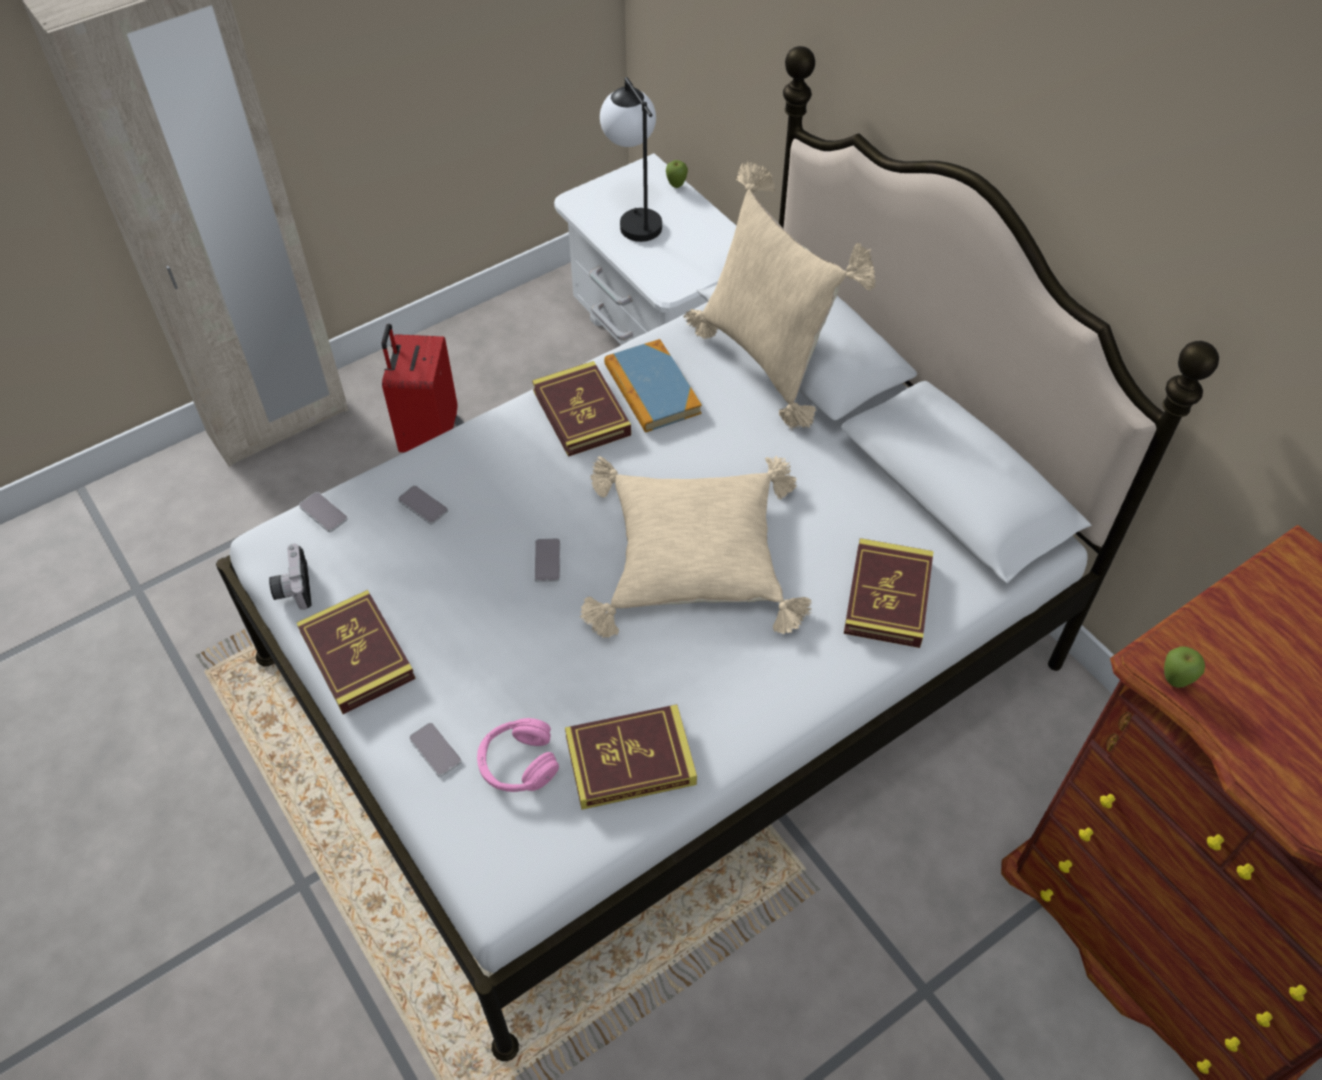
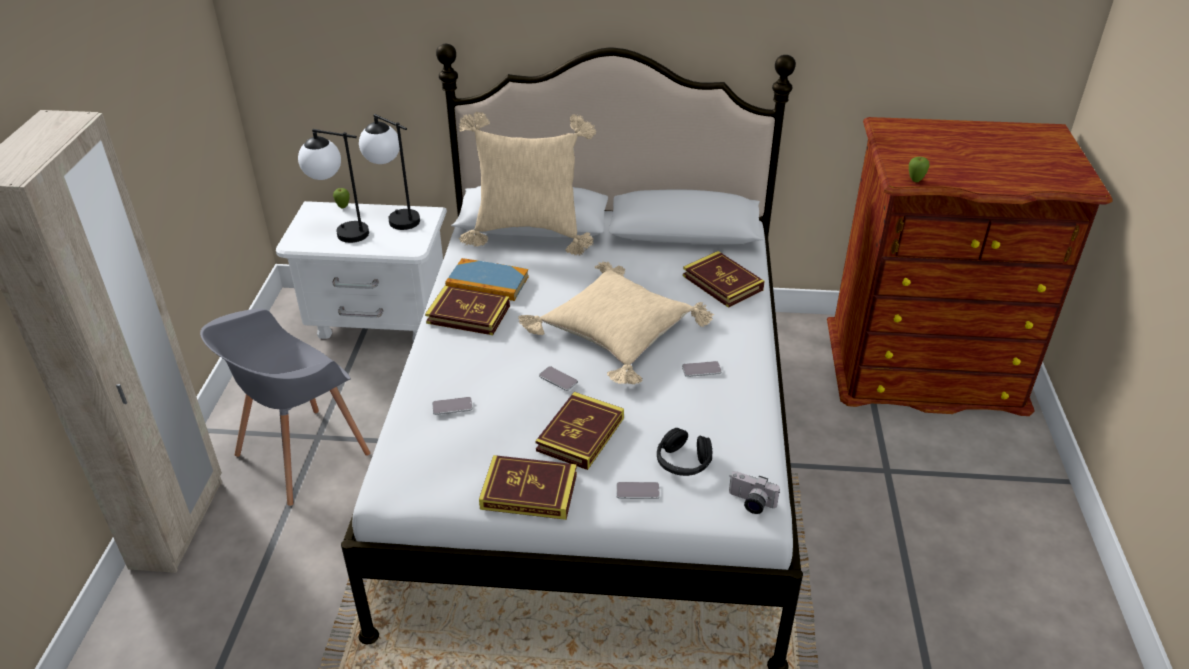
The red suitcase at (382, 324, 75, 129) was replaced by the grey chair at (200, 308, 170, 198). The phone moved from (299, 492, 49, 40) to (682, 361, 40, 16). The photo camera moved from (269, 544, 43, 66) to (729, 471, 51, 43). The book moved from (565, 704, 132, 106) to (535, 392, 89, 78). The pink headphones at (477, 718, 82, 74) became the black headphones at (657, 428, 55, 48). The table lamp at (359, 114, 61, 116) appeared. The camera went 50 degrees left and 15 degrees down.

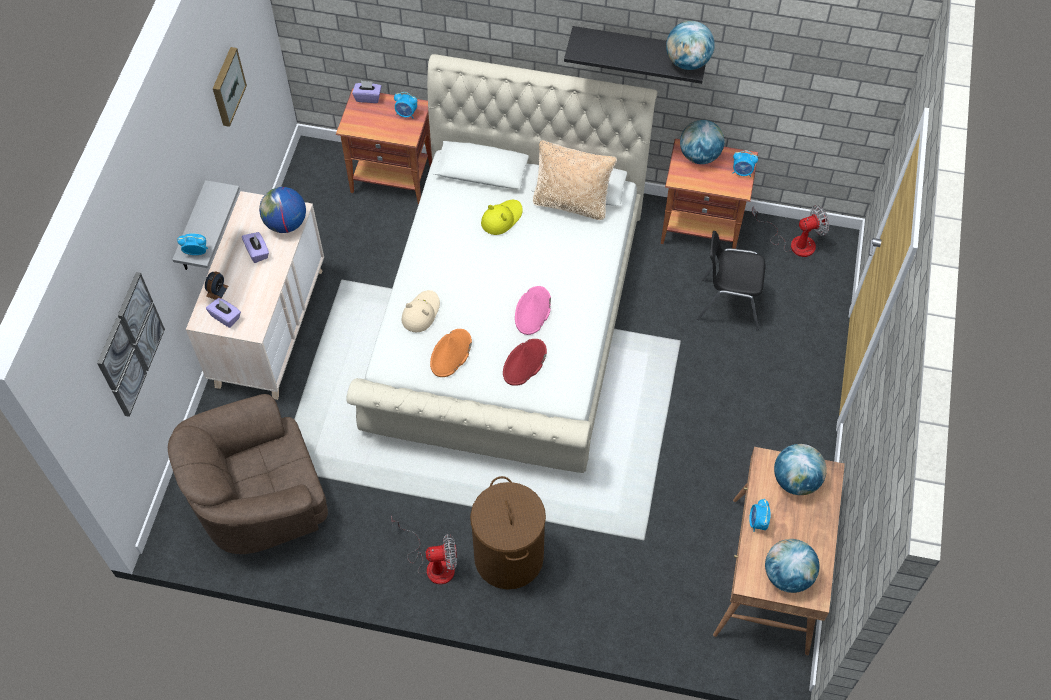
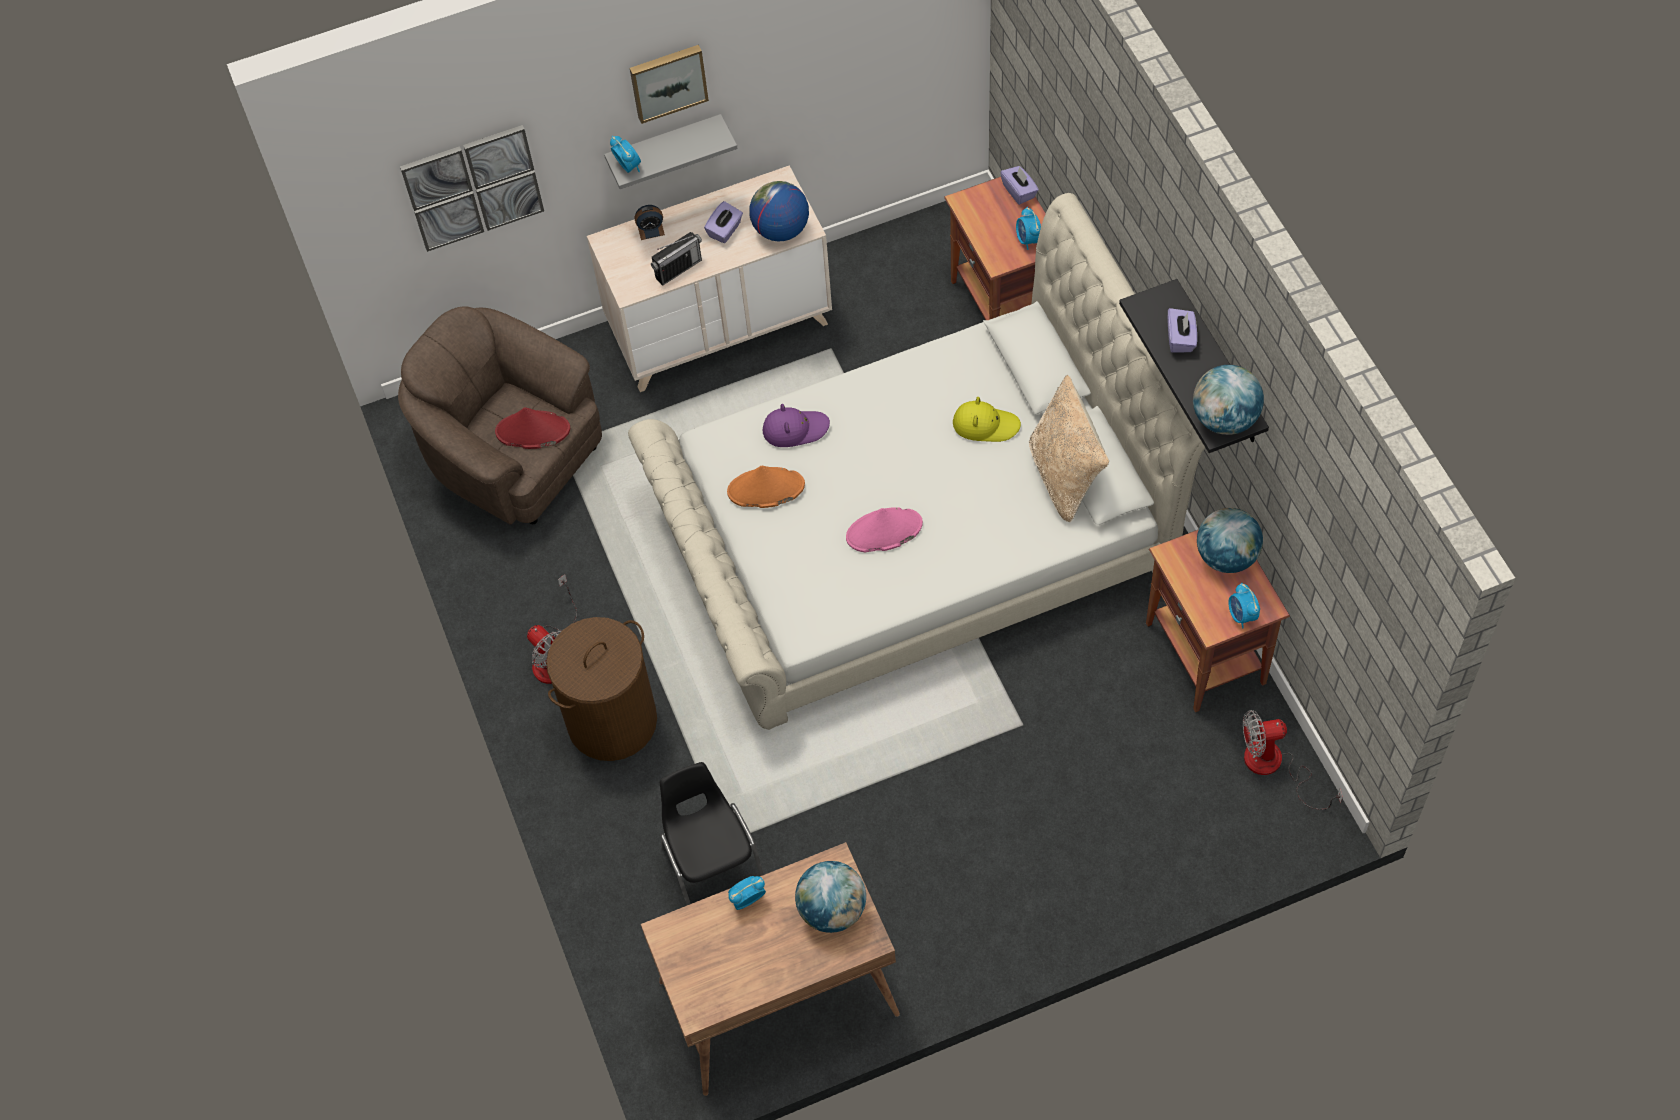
The picture moved from (213, 47, 34, 80) to (630, 45, 79, 79). The fan at (752, 205, 77, 52) turned 135 degrees clockwise. The black chair moved from (697, 231, 68, 99) to (660, 762, 104, 143). The beige hat at (402, 290, 38, 42) became the purple hat at (763, 404, 67, 43). The purple tissue box moved from (206, 298, 35, 30) to (1168, 308, 29, 45). The red hat moved from (503, 339, 44, 47) to (495, 407, 75, 42). The globe at (765, 539, 55, 54) disappeared. The radio at (651, 232, 51, 54) appeared. The camera went 60 degrees right and 0 degrees up.

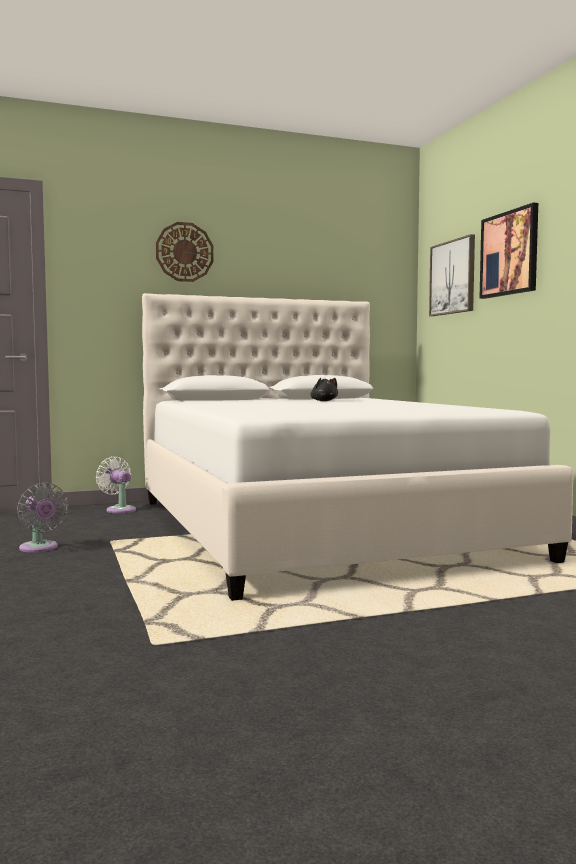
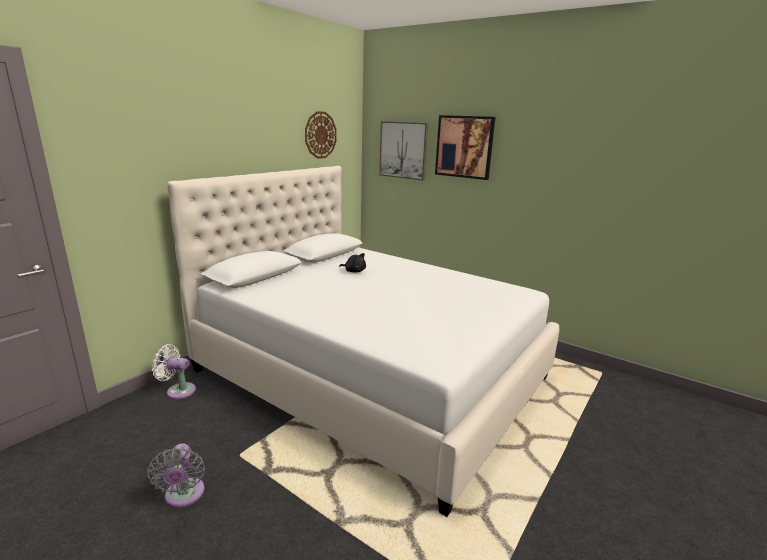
The wall clock moved from (156, 222, 58, 60) to (305, 111, 32, 48). The grey fan at (17, 482, 51, 70) turned 60 degrees clockwise. The camera went 35 degrees left and 15 degrees up.

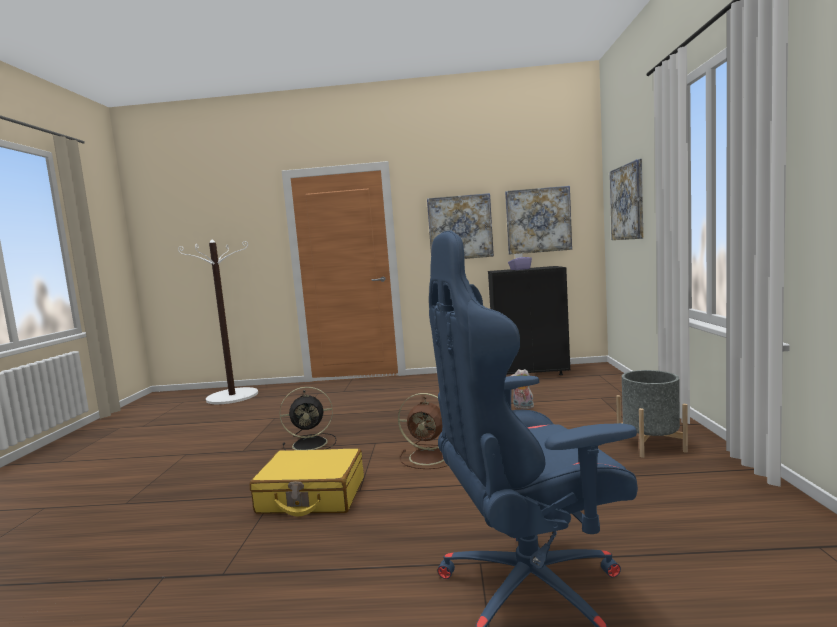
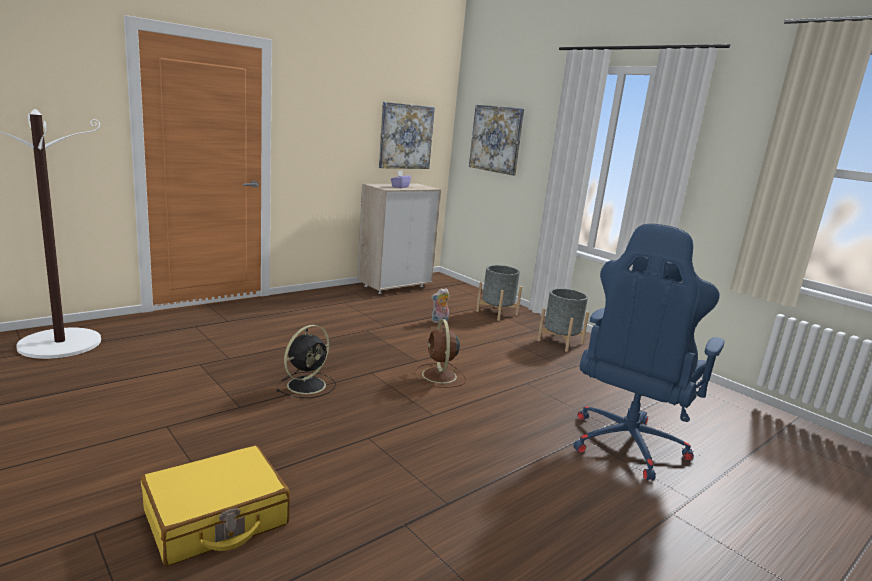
The picture at (427, 193, 67, 66) disappeared. The black cabinet at (488, 266, 82, 109) became the beige cabinet at (357, 183, 84, 111). The brown fan at (398, 393, 50, 76) turned 105 degrees clockwise. The yellow suitcase moved from (250, 448, 114, 68) to (141, 445, 149, 121). The grey planter at (476, 265, 46, 56) appeared. The camera went 45 degrees left and 10 degrees up.

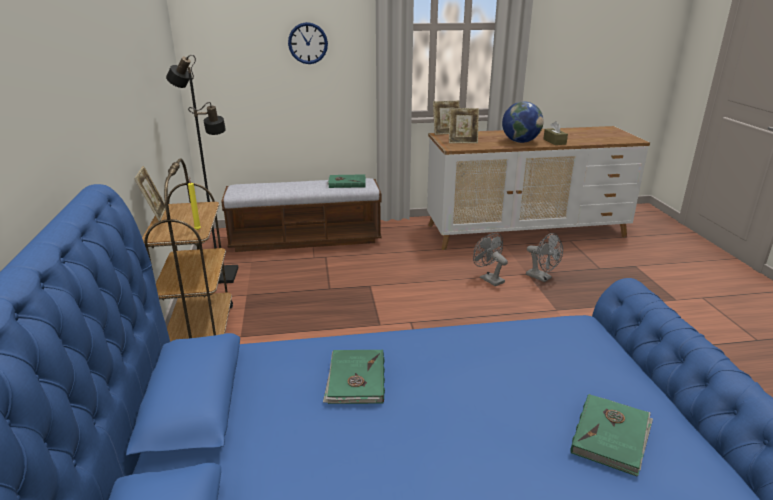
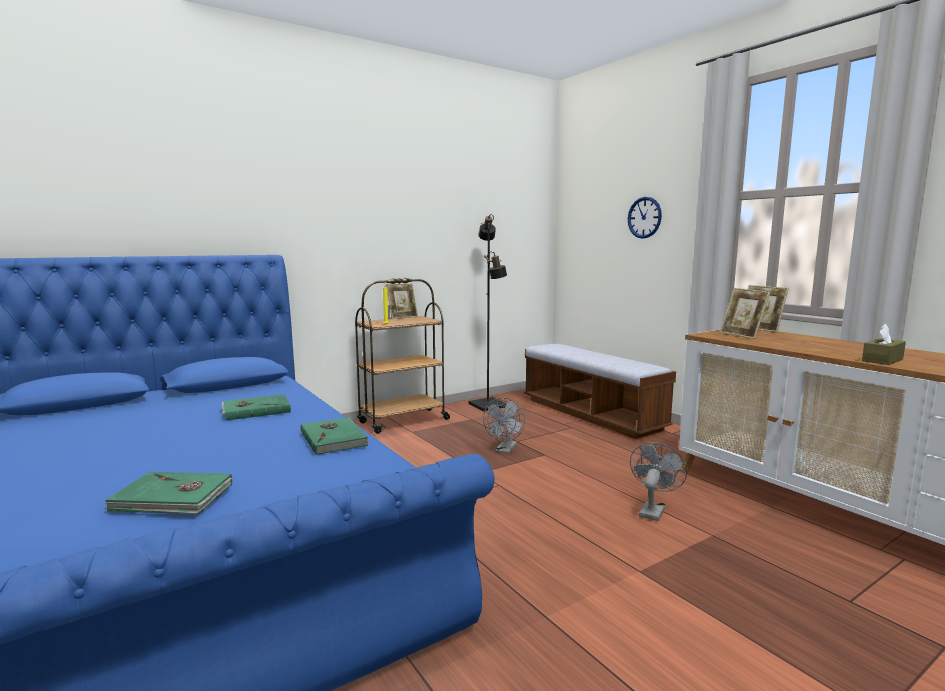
The globe at (502, 101, 42, 42) disappeared. The green book moved from (327, 174, 39, 14) to (301, 417, 68, 38). The grey fan moved from (526, 233, 37, 49) to (483, 398, 42, 56). The camera went 65 degrees right and 15 degrees down.

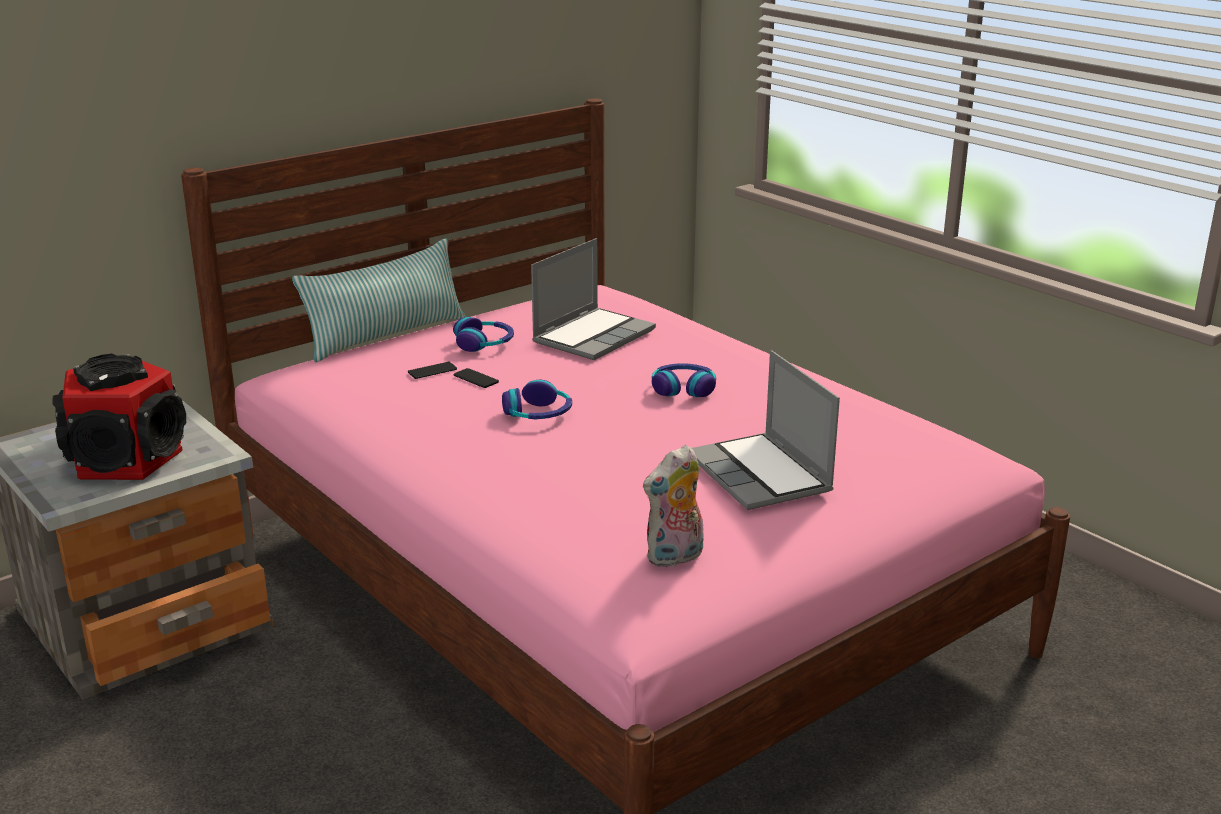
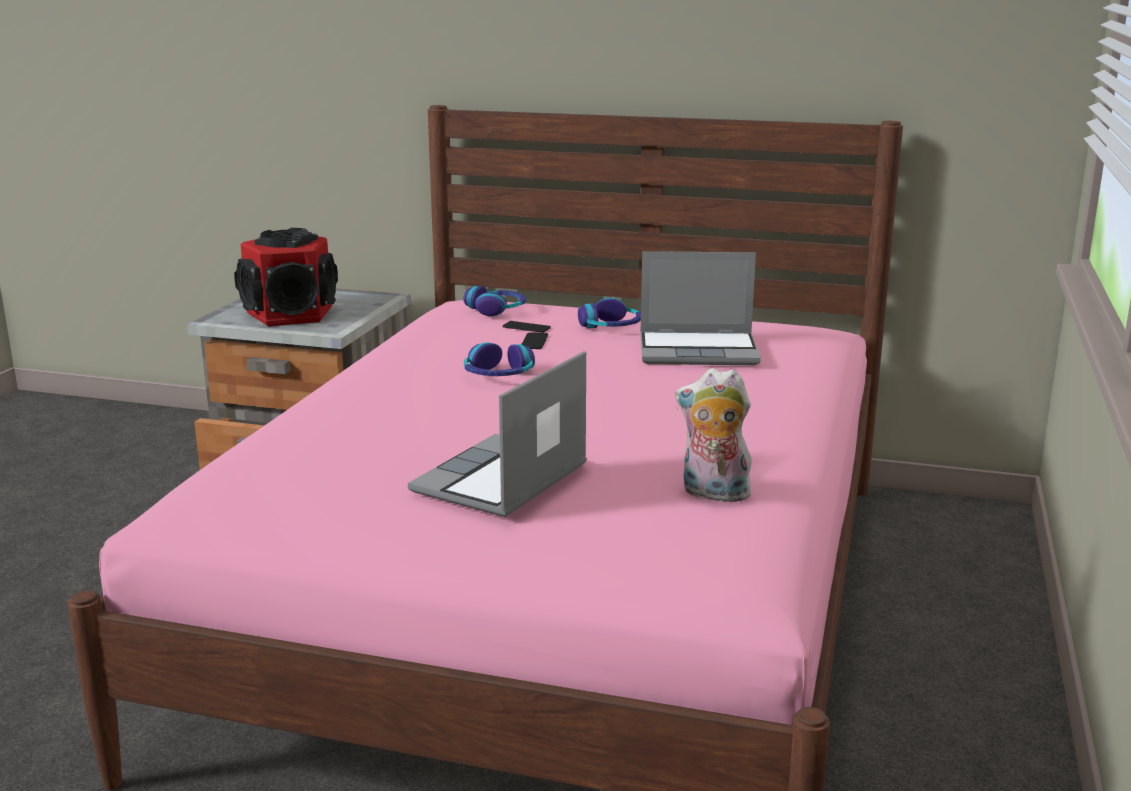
The pillow at (292, 238, 173, 124) disappeared. The headphones moved from (652, 363, 64, 34) to (463, 286, 63, 30). The plush toy moved from (643, 445, 61, 122) to (675, 368, 79, 134). The camera went 55 degrees right and 5 degrees down.

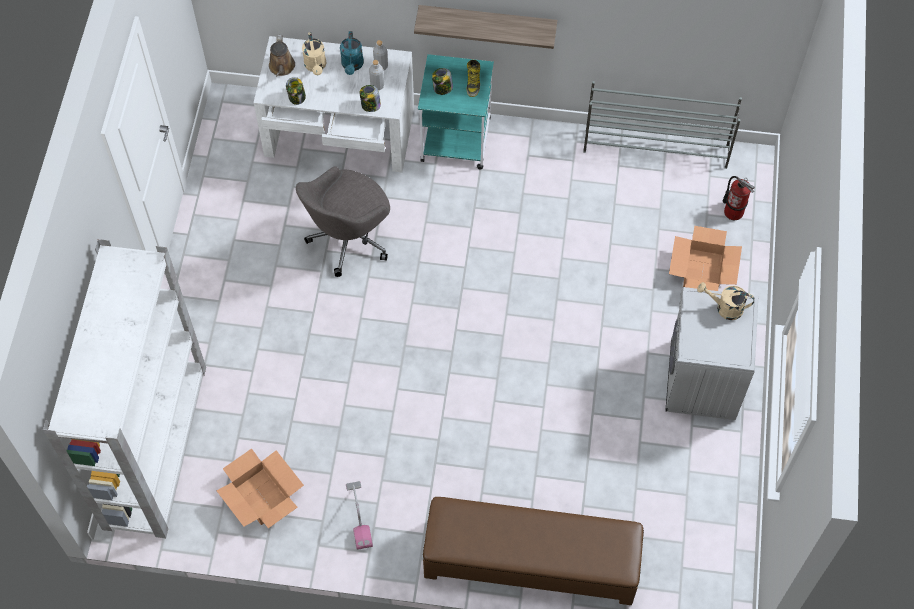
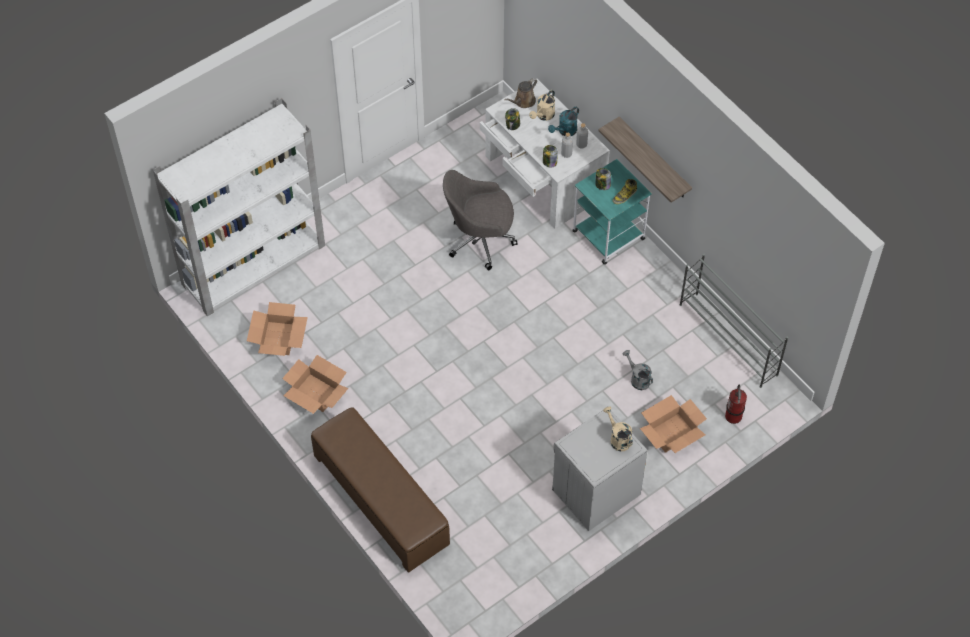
The vacuum cleaner at (346, 481, 27, 69) was replaced by the cardboard box at (282, 355, 66, 59). The grey watering can at (622, 350, 31, 40) appeared. The camera went 45 degrees right and 5 degrees down.

